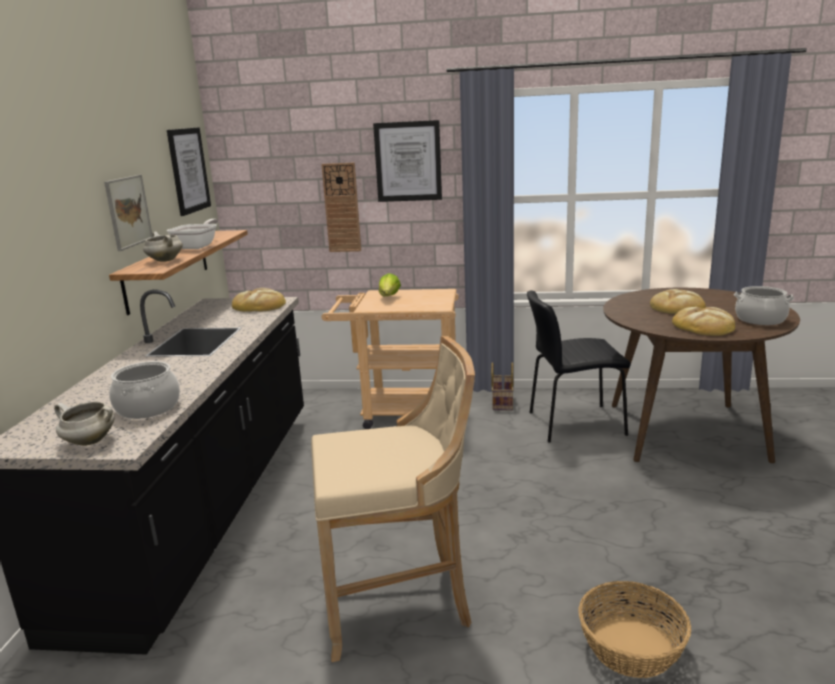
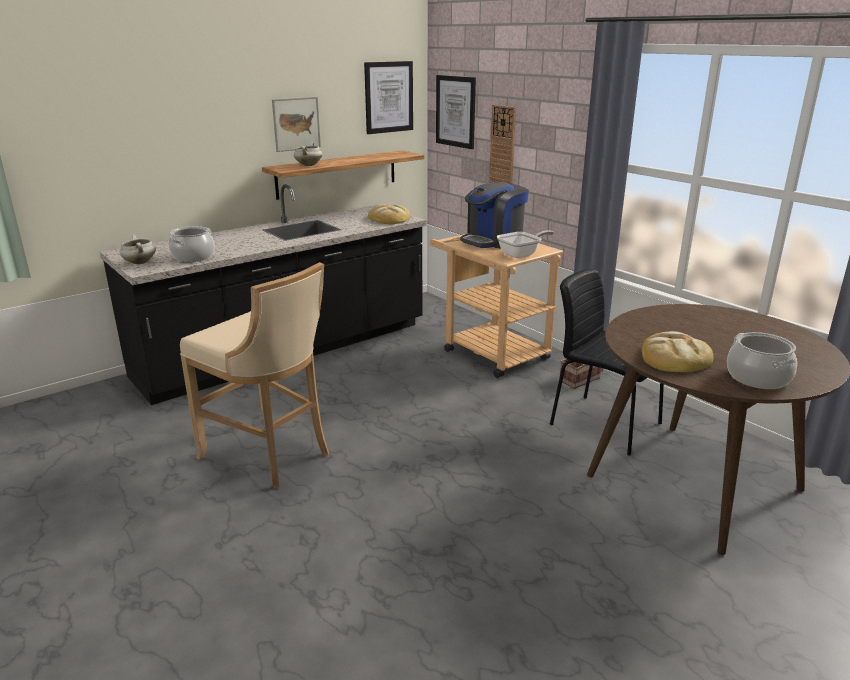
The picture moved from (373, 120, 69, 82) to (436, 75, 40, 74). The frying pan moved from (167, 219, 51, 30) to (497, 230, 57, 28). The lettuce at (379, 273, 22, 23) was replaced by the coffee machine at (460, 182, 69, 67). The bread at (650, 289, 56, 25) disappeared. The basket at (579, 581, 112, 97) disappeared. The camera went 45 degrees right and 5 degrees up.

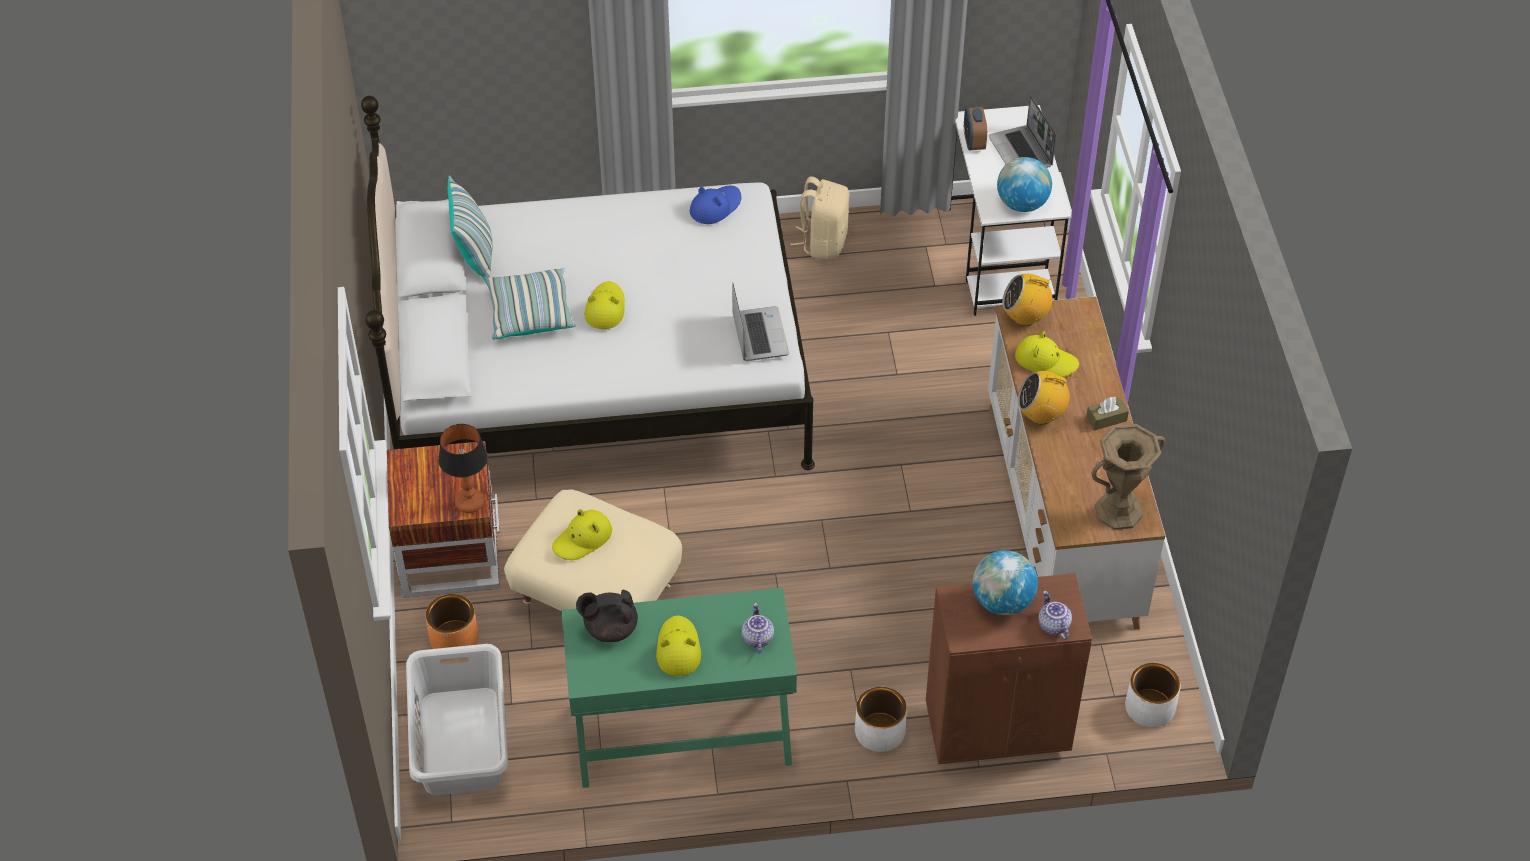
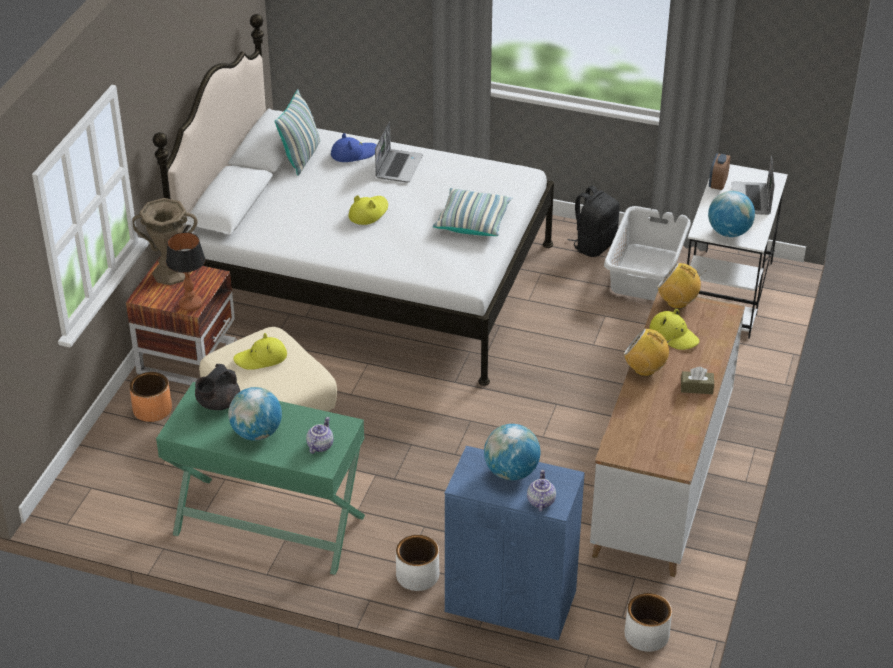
The beige backpack at (790, 177, 59, 82) became the black backpack at (567, 186, 53, 71). The blue hat moved from (690, 186, 51, 38) to (331, 133, 45, 29). The pillow moved from (485, 268, 91, 71) to (433, 188, 79, 48). The laptop moved from (732, 283, 57, 78) to (375, 122, 48, 60). The brown vase moved from (1092, 424, 73, 106) to (132, 198, 65, 87). The brown cabinet at (926, 573, 166, 191) became the blue cabinet at (445, 446, 140, 194). The black teapot at (576, 590, 62, 52) turned 75 degrees counterclockwise. The yellow hat at (656, 615, 45, 61) was replaced by the globe at (228, 387, 54, 54). The grey laundry basket moved from (406, 644, 102, 151) to (604, 206, 87, 95). The camera went 25 degrees right and 10 degrees down.

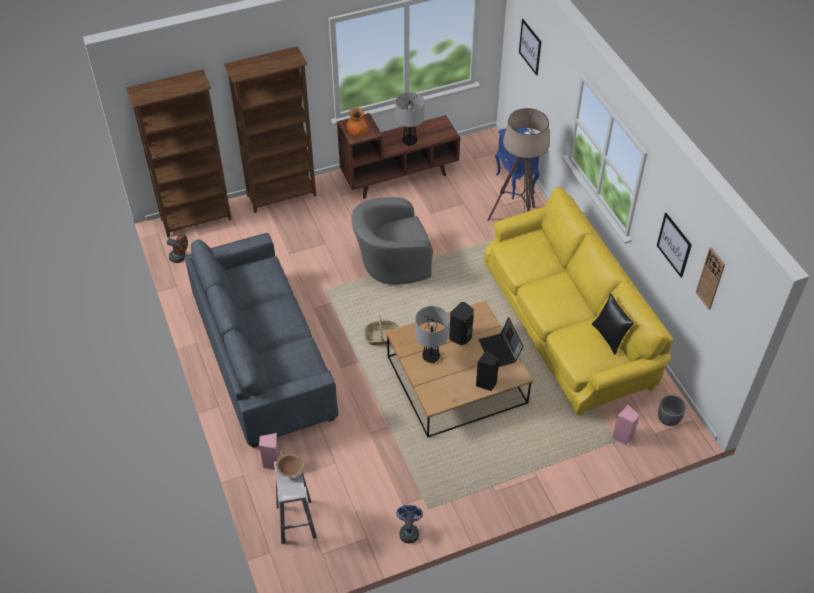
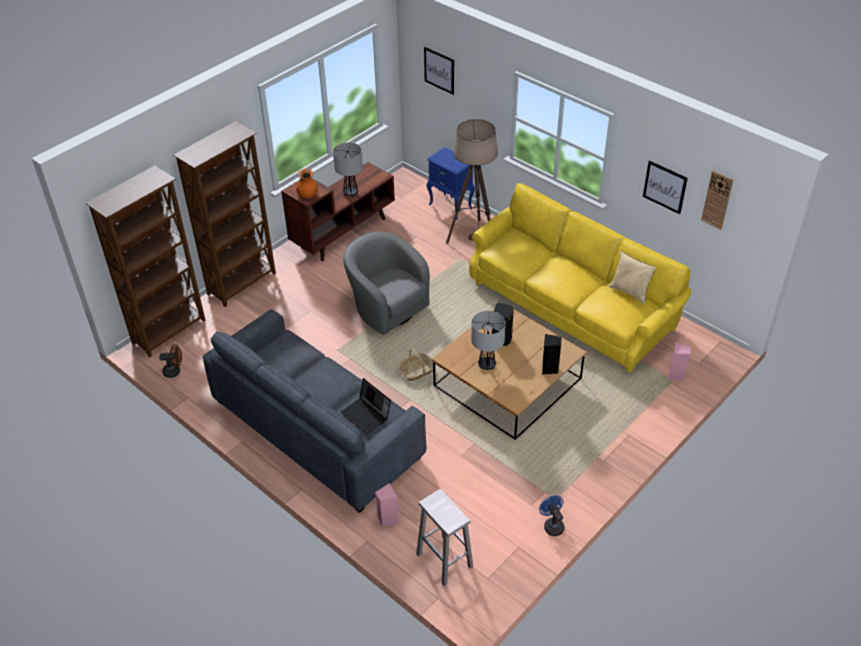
The grey armchair at (351, 197, 82, 88) turned 90 degrees clockwise. The black pillow at (592, 294, 42, 61) became the beige pillow at (609, 251, 47, 54). The laptop moved from (479, 317, 44, 50) to (340, 378, 51, 57). The grey planter at (658, 395, 28, 31) disappeared. The brown bowl at (276, 454, 28, 23) disappeared. The camera went 25 degrees left and 5 degrees down.

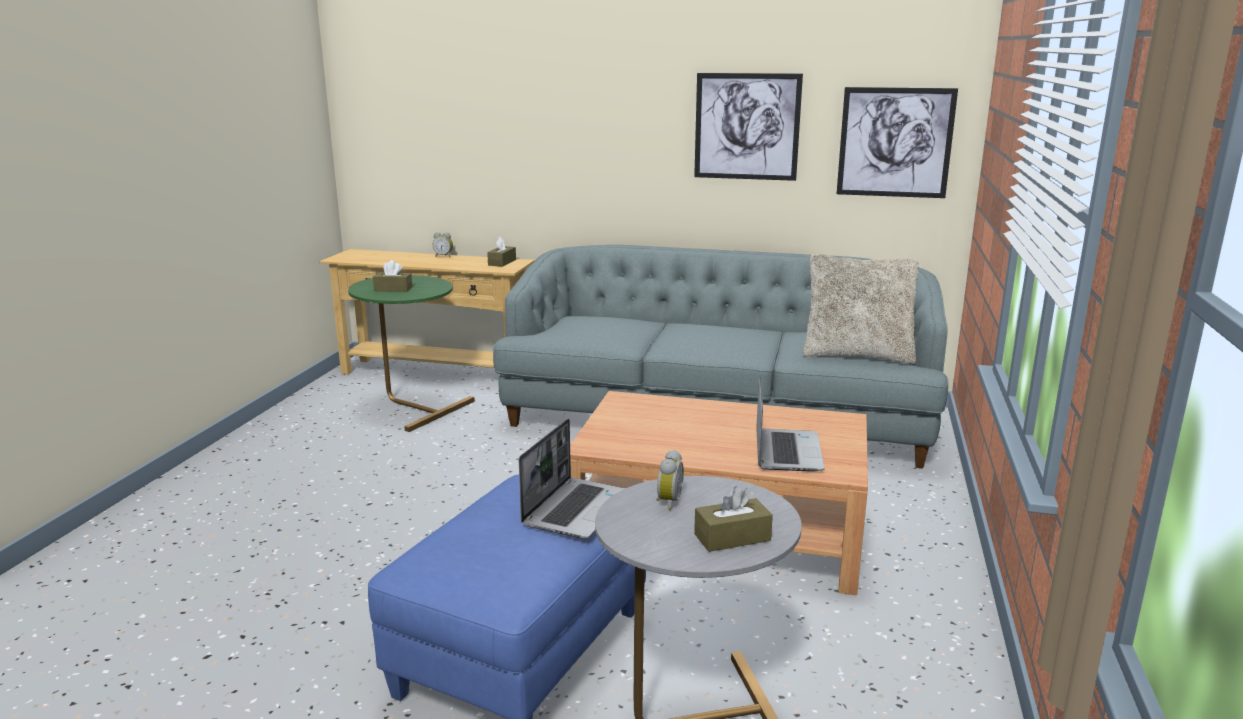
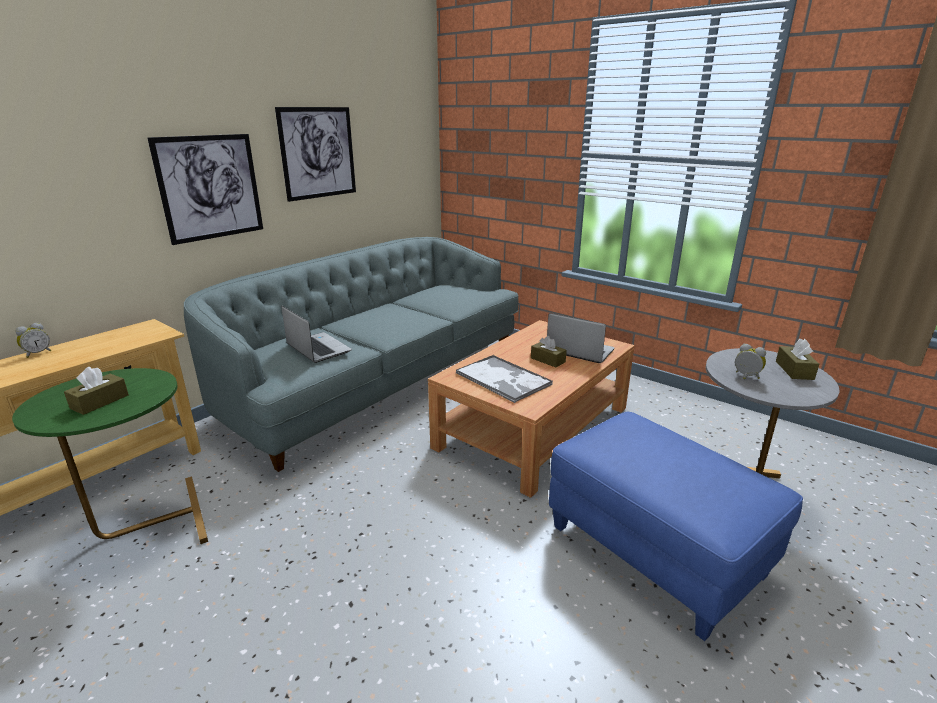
The picture moved from (837, 87, 121, 111) to (147, 134, 116, 111). The brown tissue box moved from (487, 237, 29, 30) to (531, 336, 36, 31). The beige pillow at (804, 254, 115, 110) disappeared. The laptop moved from (519, 419, 107, 119) to (281, 306, 71, 57). The tray at (456, 355, 97, 48) appeared. The camera went 65 degrees left and 5 degrees up.

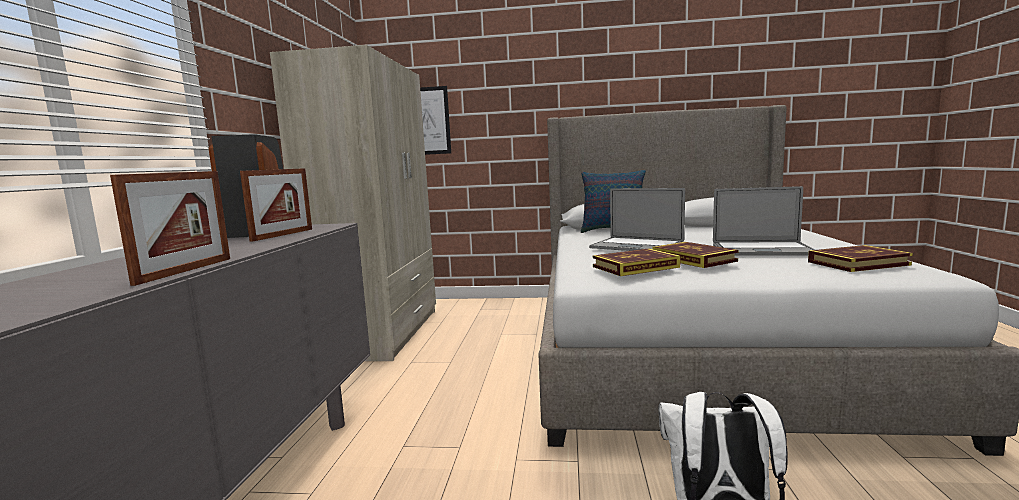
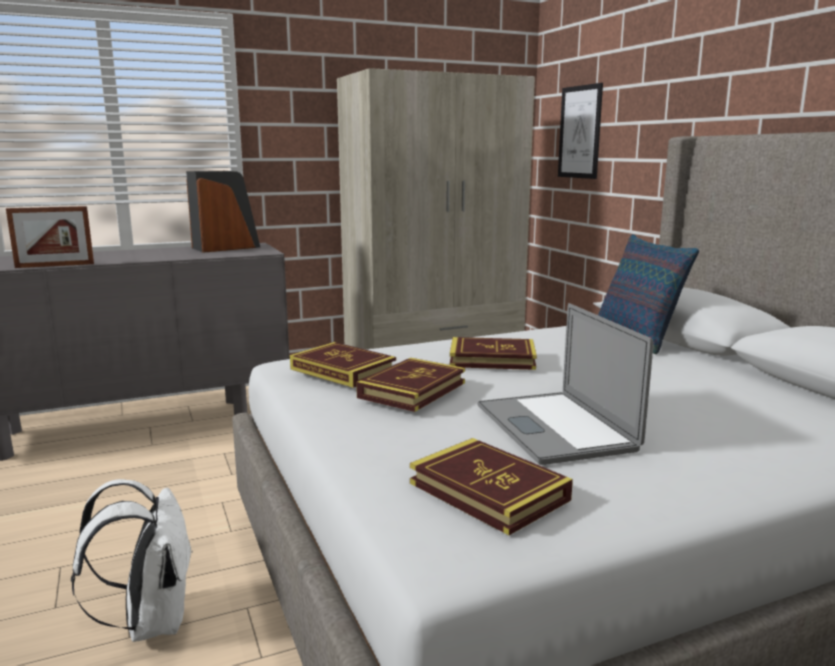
The picture frame at (240, 168, 72, 74) disappeared. The laptop at (589, 188, 96, 63) was replaced by the book at (450, 337, 87, 33). The camera went 60 degrees right and 5 degrees up.

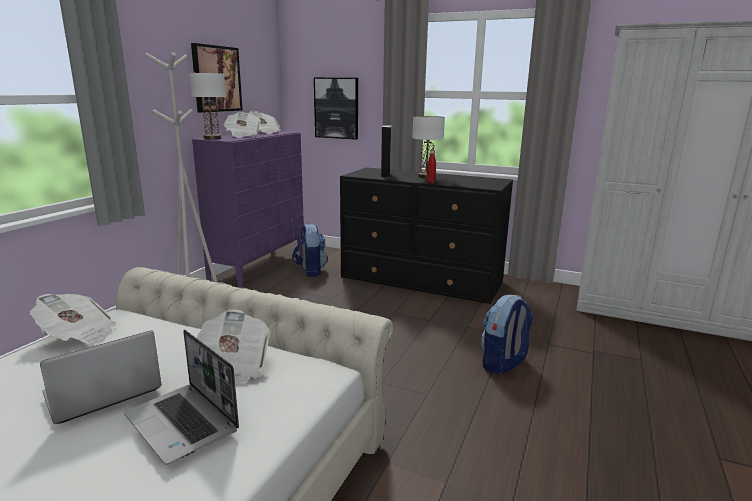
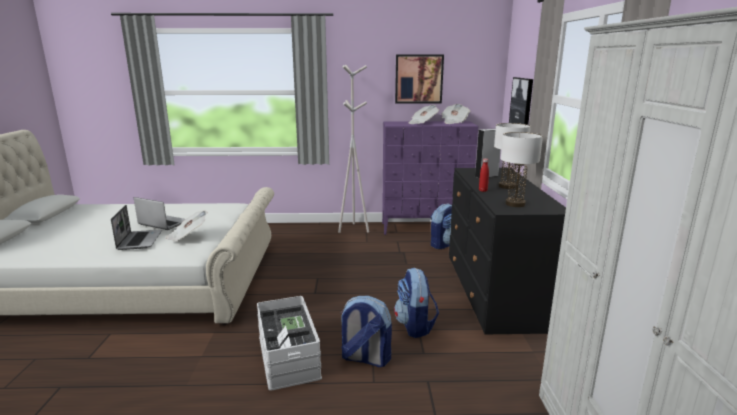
The table lamp moved from (189, 73, 37, 67) to (501, 132, 42, 75). The newspaper at (30, 294, 86, 52) disappeared. The laptop at (124, 329, 115, 136) turned 150 degrees clockwise. The backpack at (394, 268, 45, 70) appeared. The white storage box at (257, 296, 65, 95) appeared. The camera went 65 degrees right and 0 degrees up.

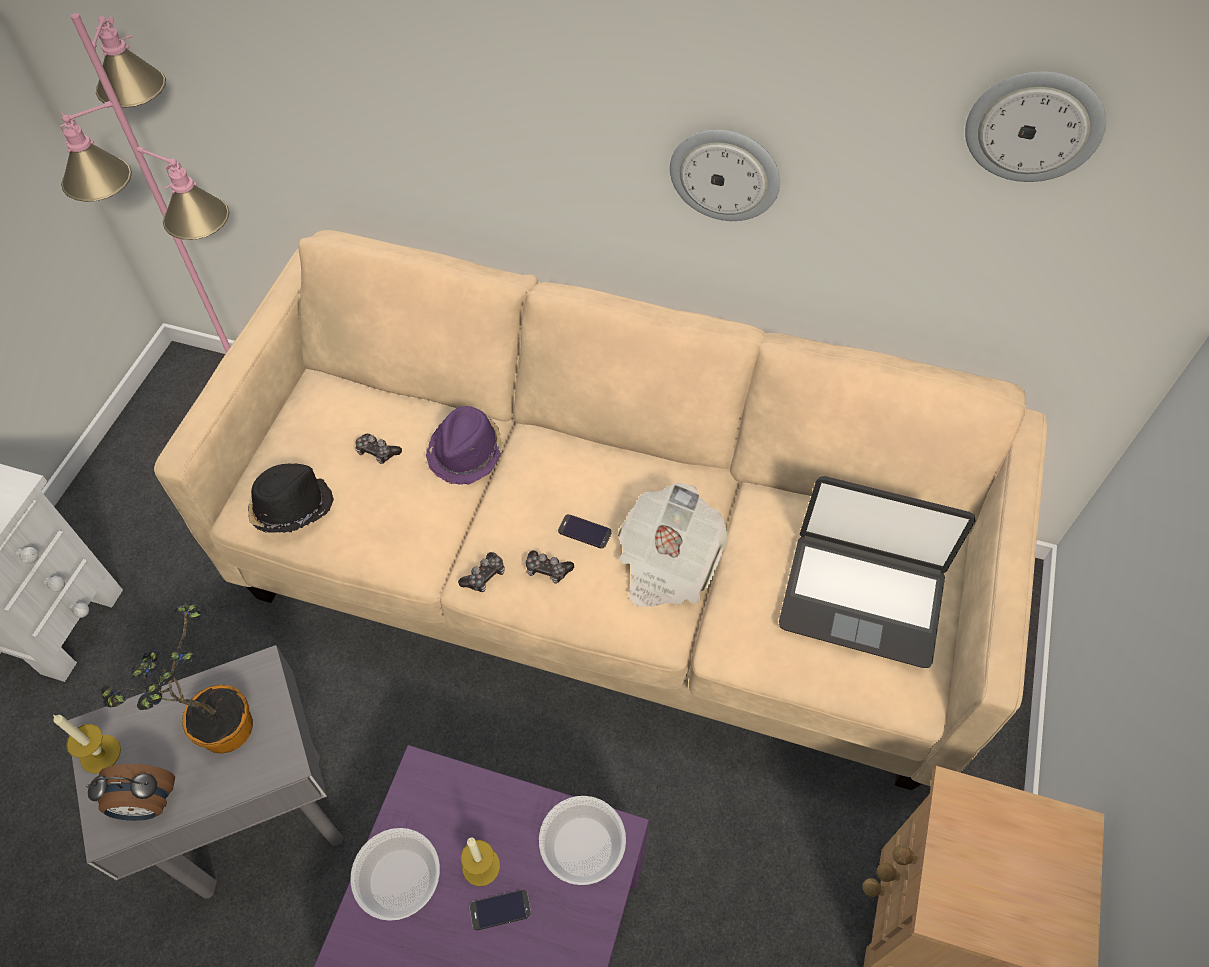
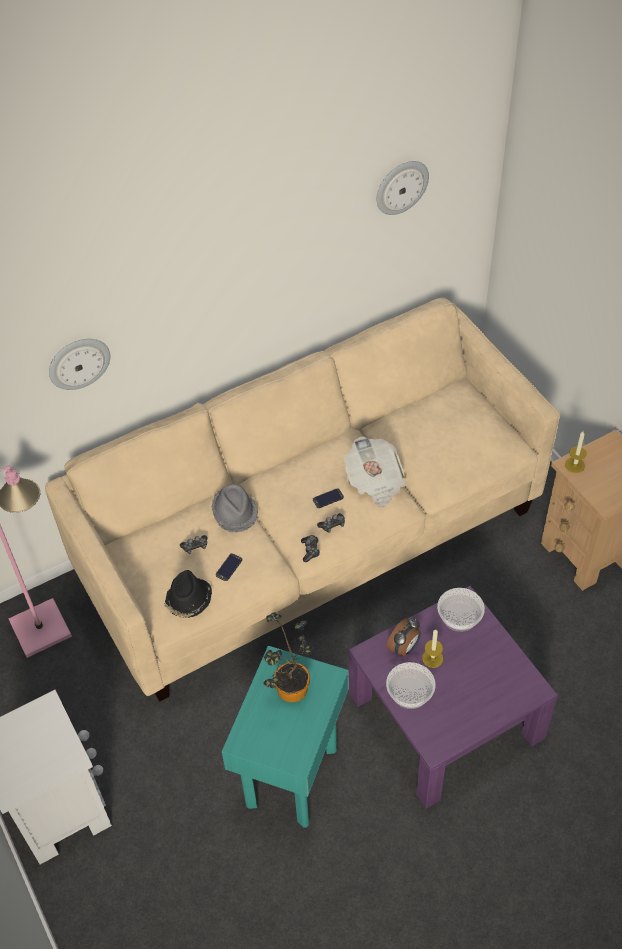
The wall clock moved from (670, 130, 110, 91) to (49, 339, 61, 51). The purple hat at (426, 406, 78, 79) became the grey hat at (212, 484, 46, 48). The laptop at (779, 476, 196, 192) disappeared. The grey side table at (68, 645, 274, 254) became the turquoise side table at (222, 646, 127, 182). The candle moved from (53, 715, 68, 58) to (565, 431, 22, 42). The alarm clock moved from (86, 764, 89, 57) to (387, 618, 34, 38). The phone moved from (470, 890, 61, 40) to (216, 553, 26, 28). The camera went 45 degrees left and 5 degrees down.

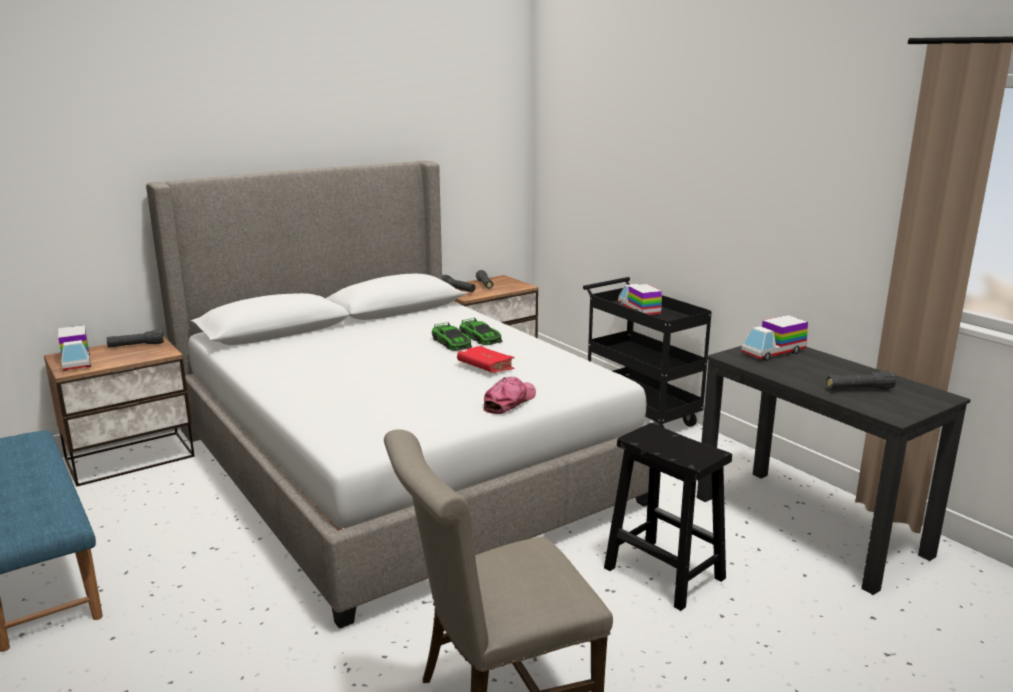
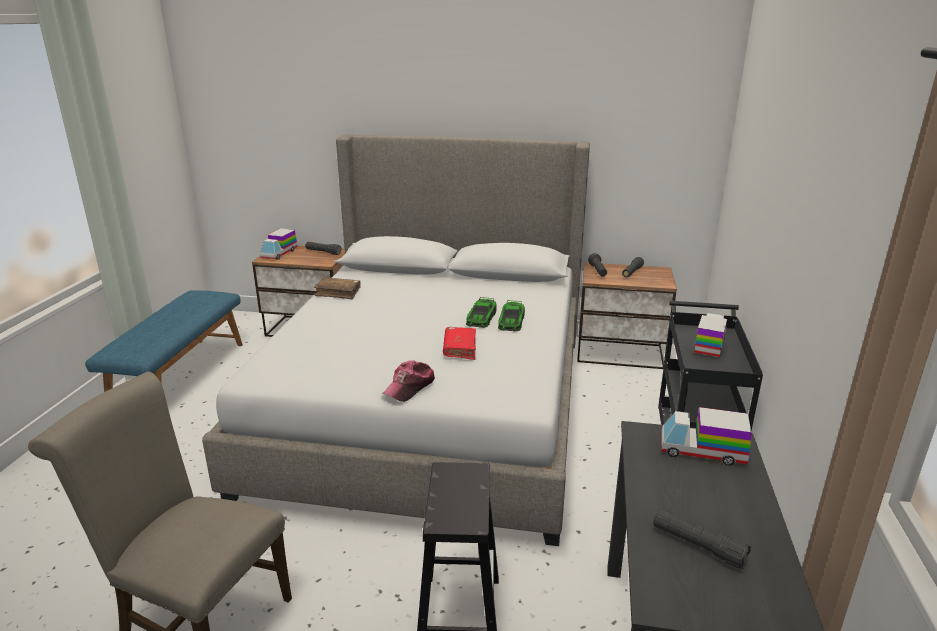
The cap at (483, 377, 53, 37) turned 135 degrees clockwise. The brown book at (314, 277, 47, 22) appeared. The camera went 45 degrees right and 5 degrees up.

